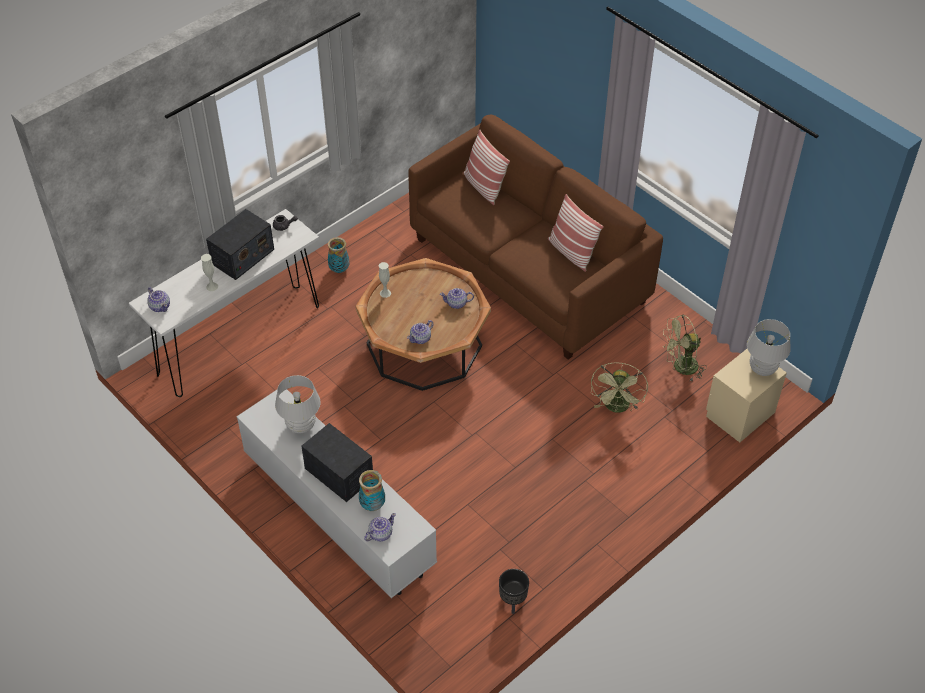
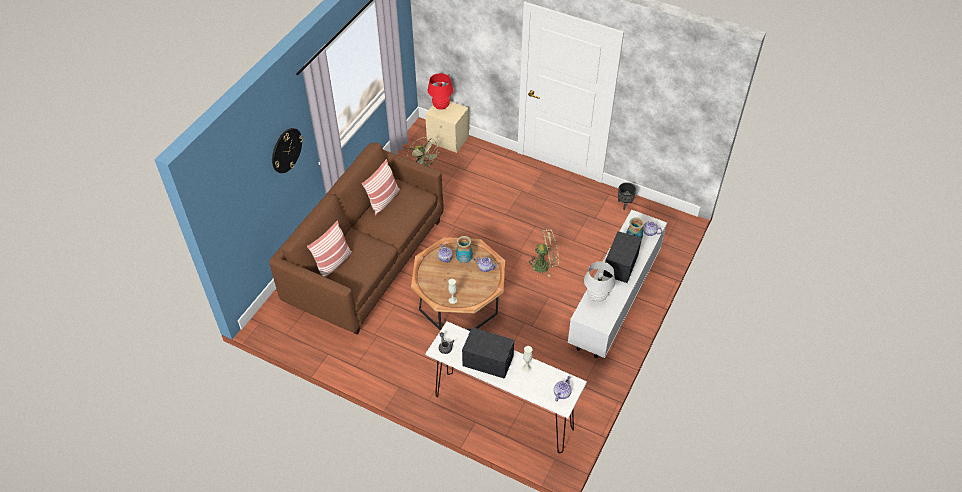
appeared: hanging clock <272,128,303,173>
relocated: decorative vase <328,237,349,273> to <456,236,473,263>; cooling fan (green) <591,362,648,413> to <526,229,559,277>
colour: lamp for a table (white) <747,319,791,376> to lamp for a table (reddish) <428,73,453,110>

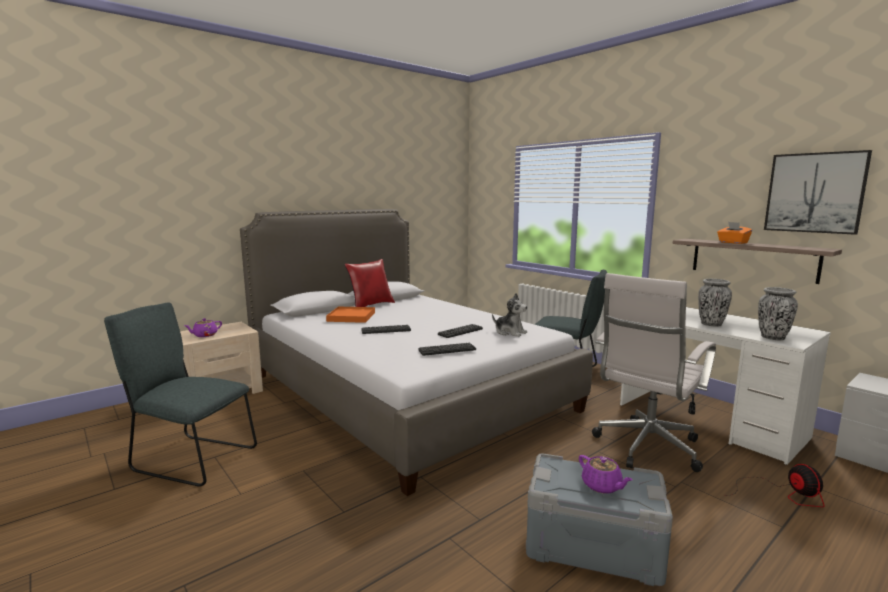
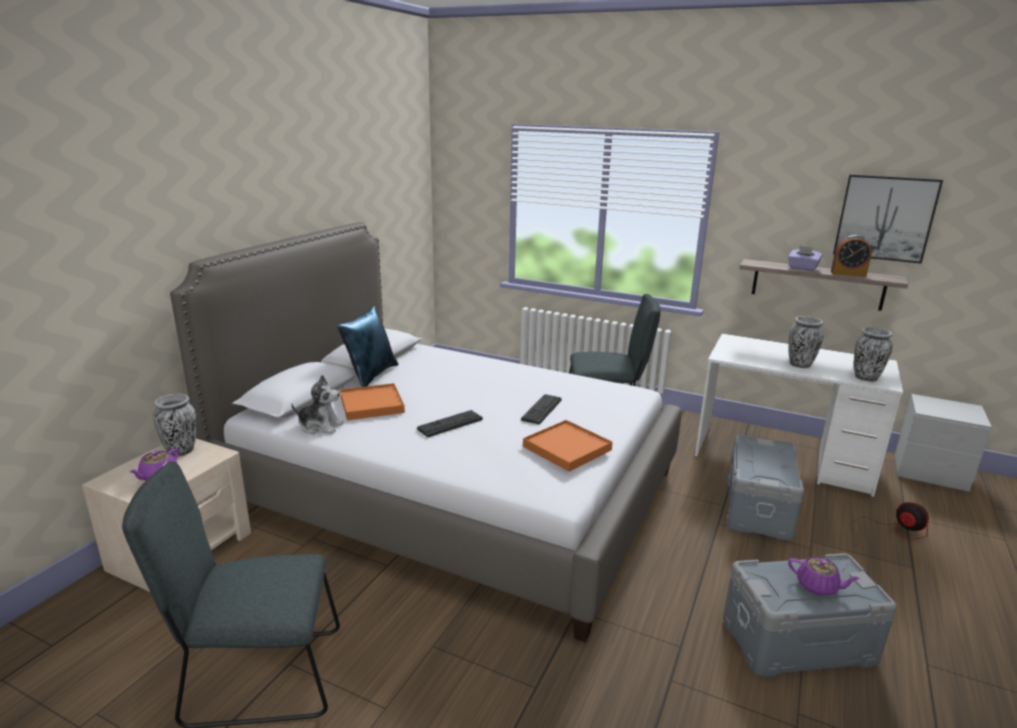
appeared: bedside clock <831,235,872,277>; decorative vase <153,393,196,457>
relocated: plush toy <492,293,527,337> to <291,375,343,434>
exchanged: desk chair (white) <592,273,716,472> to storage container (greyish) <726,434,804,541>; PC keyboard <418,343,476,356> to tray (orange-coloured) <523,420,613,472>
colour: box of tissues (orange-coloured) <717,222,752,244> to box of tissues (purplish) <788,246,823,271>; pillow (reddish) <345,259,395,307> to pillow (blue) <337,306,399,387>

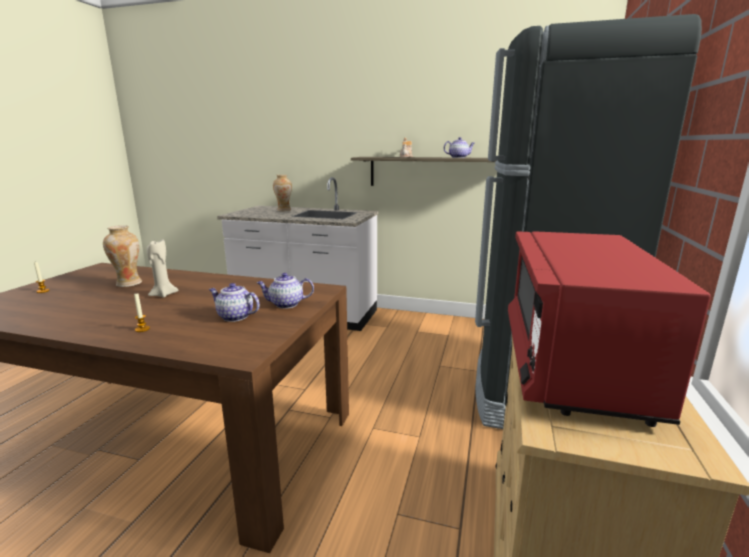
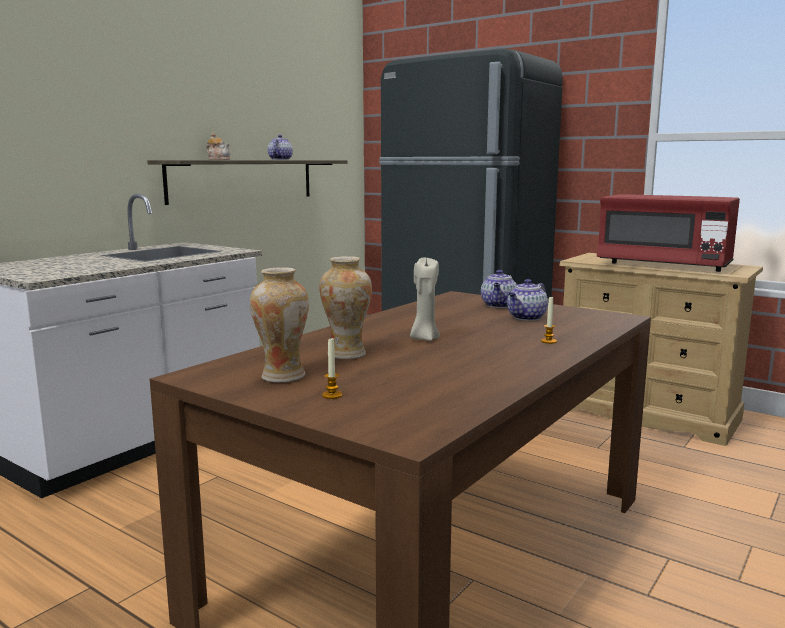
relocated: decorative vase <273,175,292,211> to <250,267,309,383>

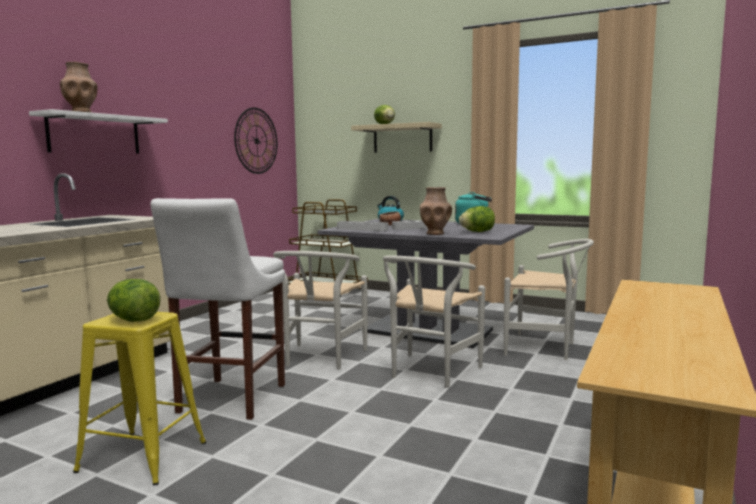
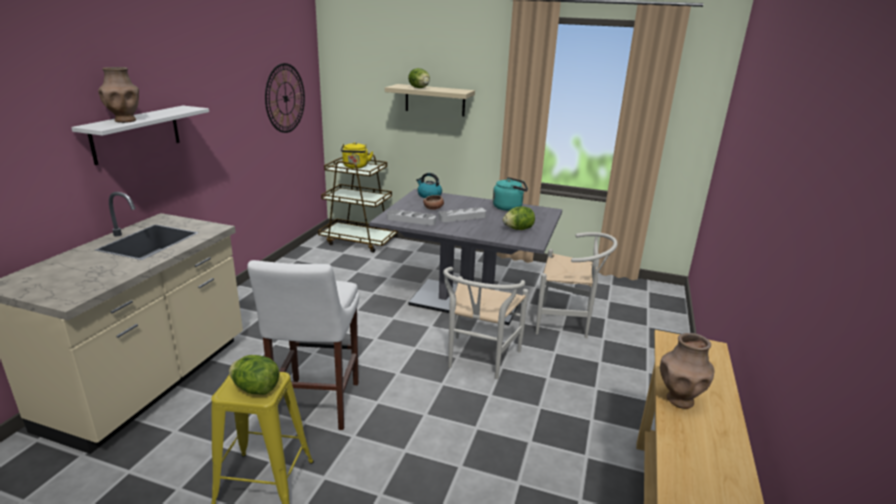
missing: chair (white) <273,251,368,370>
appeared: water kettle (yellow) <341,142,373,169>
relocated: decorative vase (brown) <420,187,452,235> to <660,333,714,409>

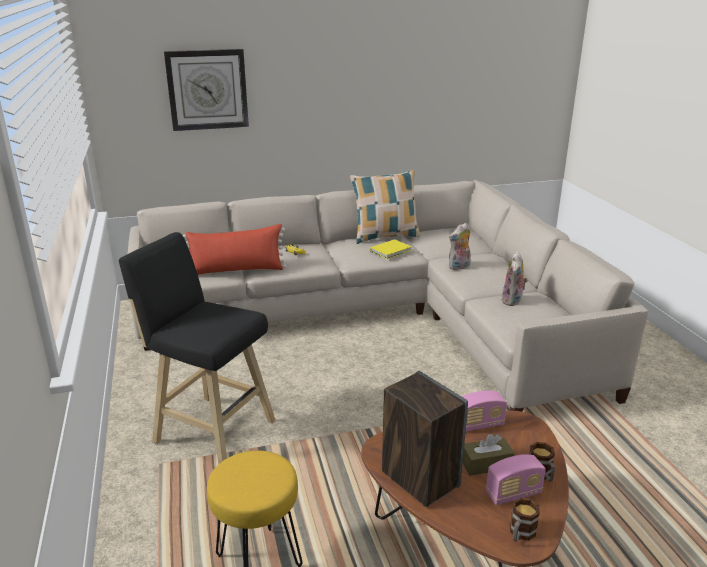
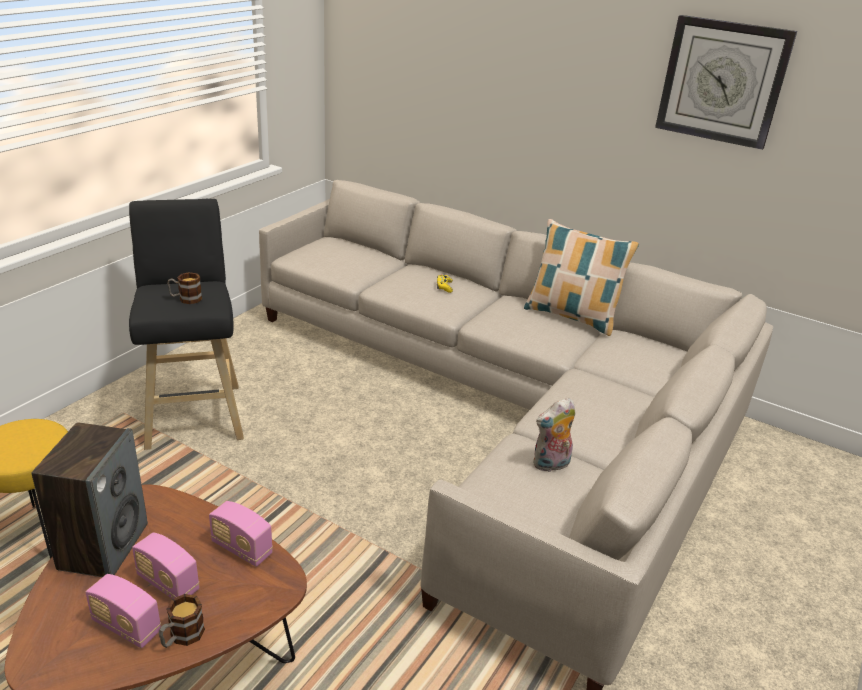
missing: plush toy <449,223,471,270>; pillow (reddish) <183,224,286,275>; volume (yellow) <370,239,412,259>
relocated: hanging clock <164,49,249,131> to <655,15,797,150>; tea mug <510,497,540,541> to <167,272,202,304>
exchanged: box of tissues (brown) <463,434,515,476> to radio receiver <132,532,199,599>

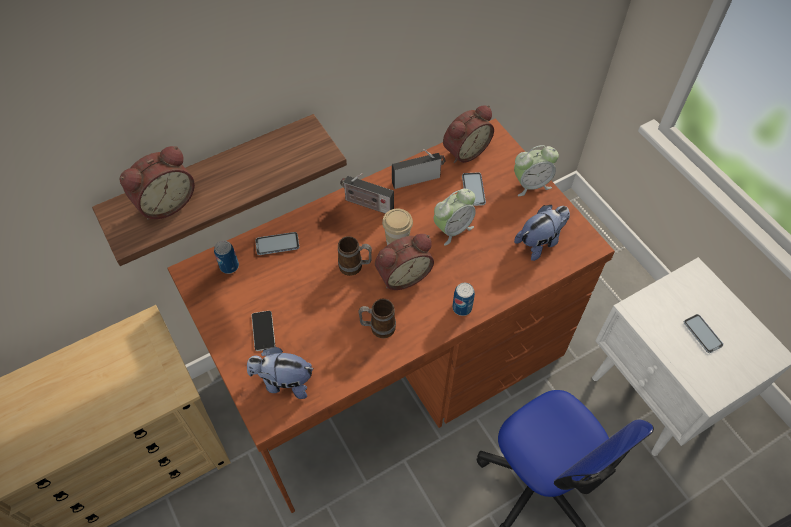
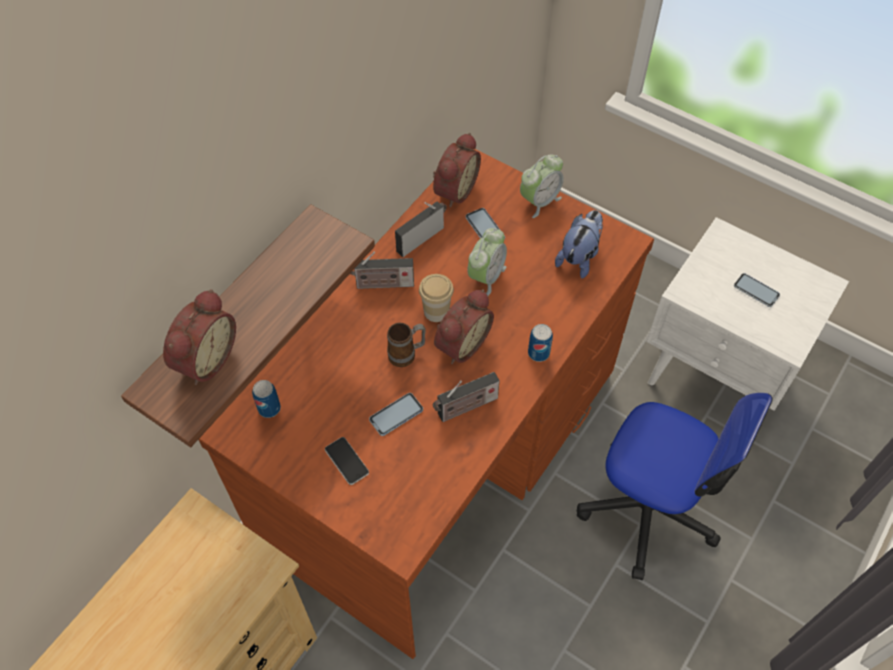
missing: plush toy <247,346,314,399>
relocated: phone <255,232,299,255> to <369,393,423,436>
exchanged: tea mug <358,299,396,338> to radio receiver <433,372,500,422>

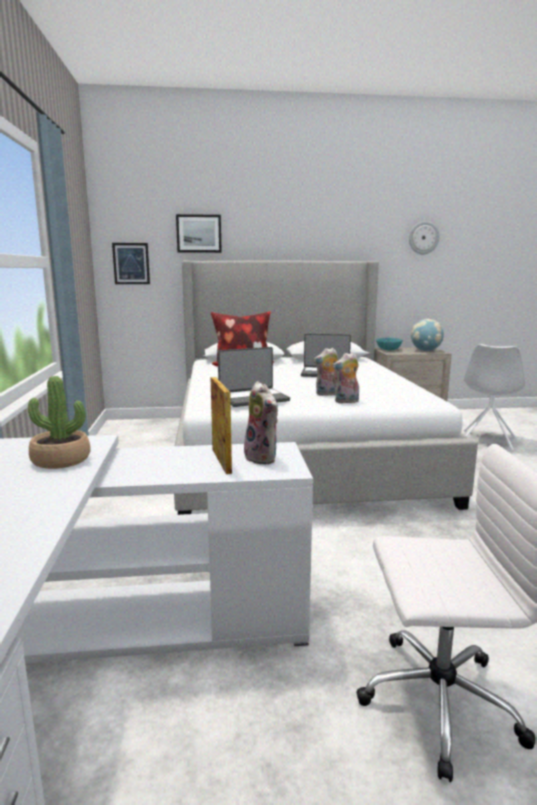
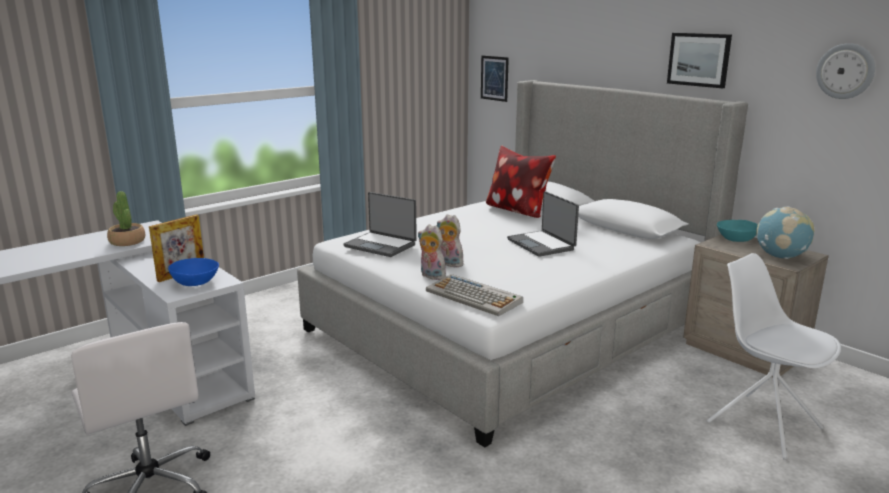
appeared: PC keyboard <426,274,523,316>
relocated: picture <176,214,222,253> to <667,33,732,88>
exchanged: plush toy <242,381,278,464> to deep dish (blue) <168,258,219,286>
spun: chair (white) <464,344,525,451> = <707,253,841,460> 60 degrees clockwise

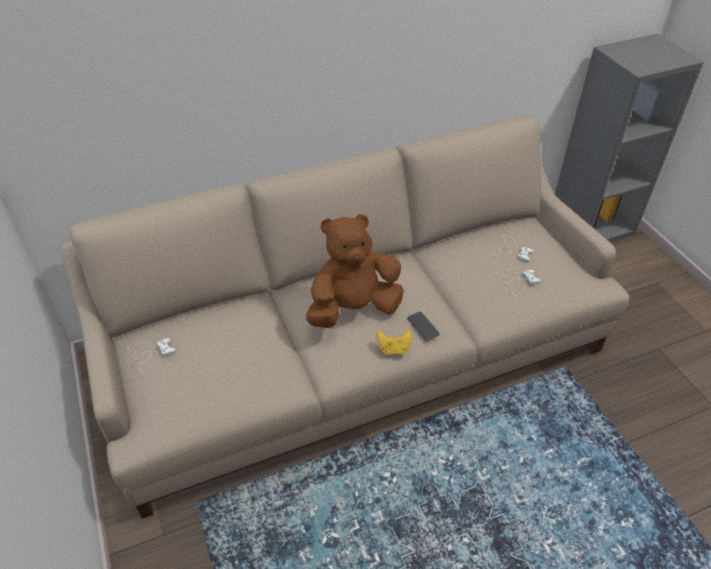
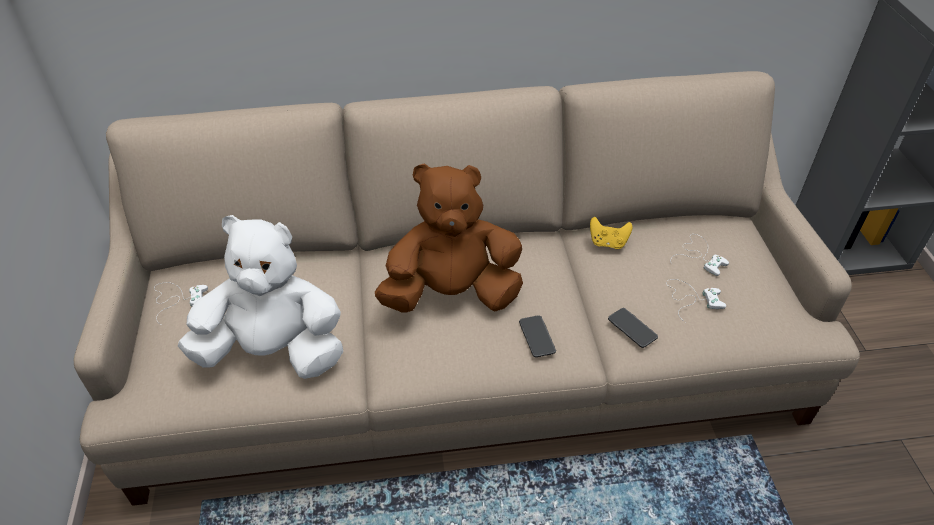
appeared: plush toy (white) <178,215,344,379>; phone <608,308,658,348>
relocated: gamepad (yellow) <377,330,412,355> to <590,217,633,249>

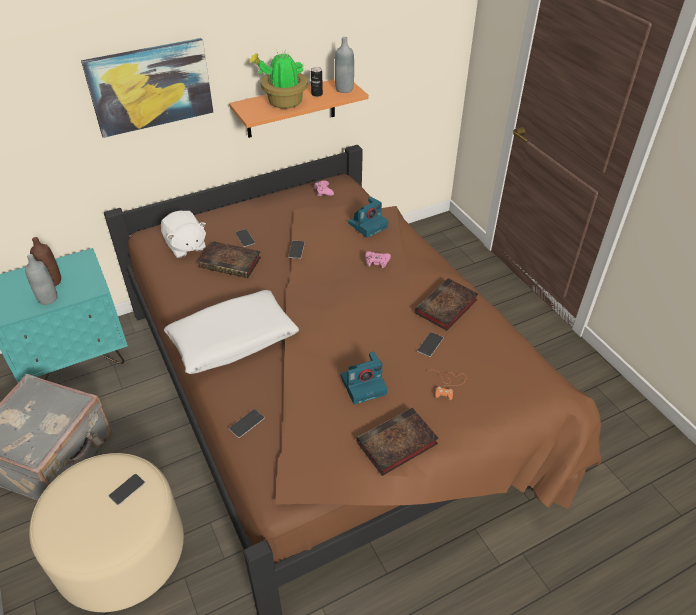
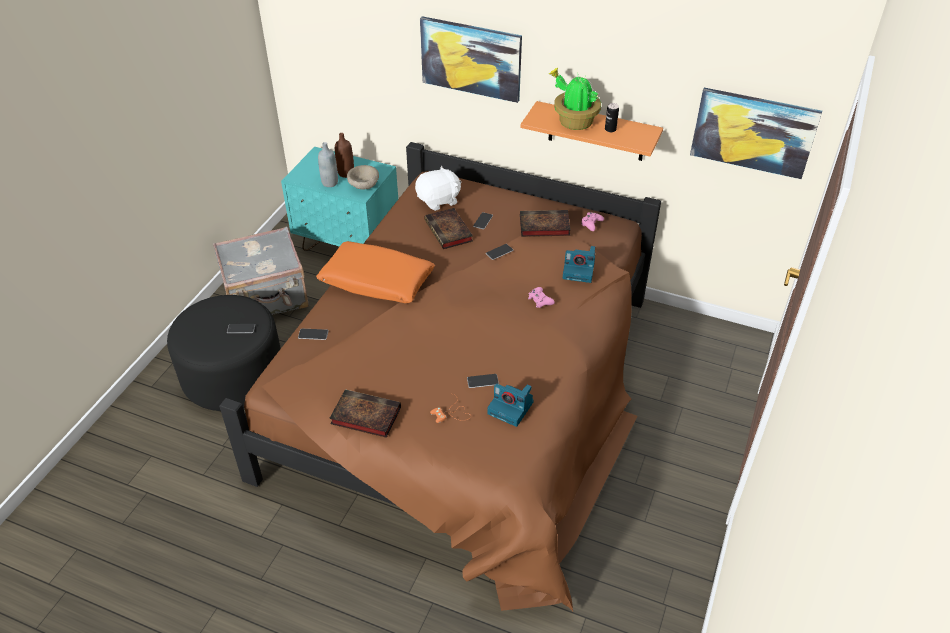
missing: beverage bottle (greyish) <335,37,354,93>
appeared: picture <690,88,822,179>; deep dish (beige) <347,165,379,189>
relocated: volume <415,278,478,331> to <520,210,571,237>; photo camera <341,351,387,404> to <487,384,534,427>
colour: pillow (white) <164,290,299,374> to pillow (orange-coloured) <316,241,435,303>; ottoman (beige) <29,453,184,612> to ottoman (black) <167,295,281,411>
spun: plush toy (white) <161,210,206,258> = <415,166,462,211> 135 degrees counterclockwise

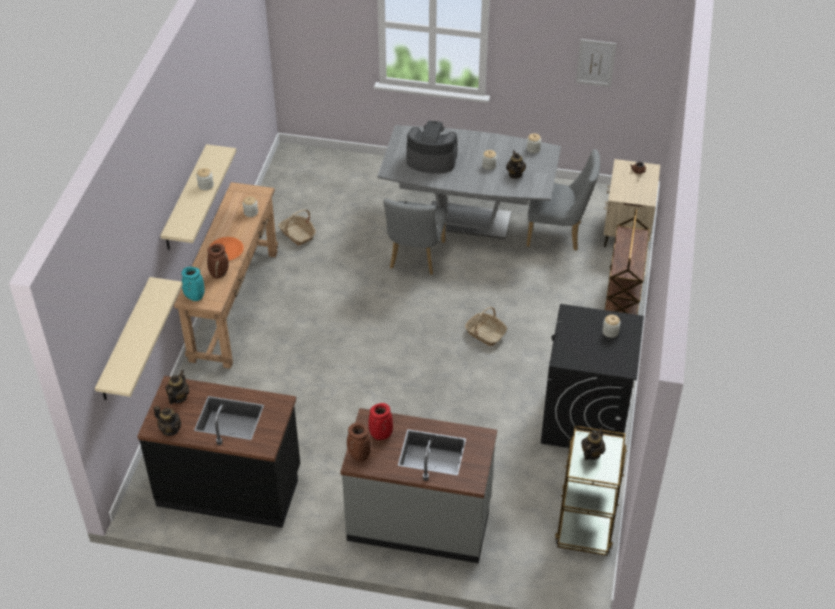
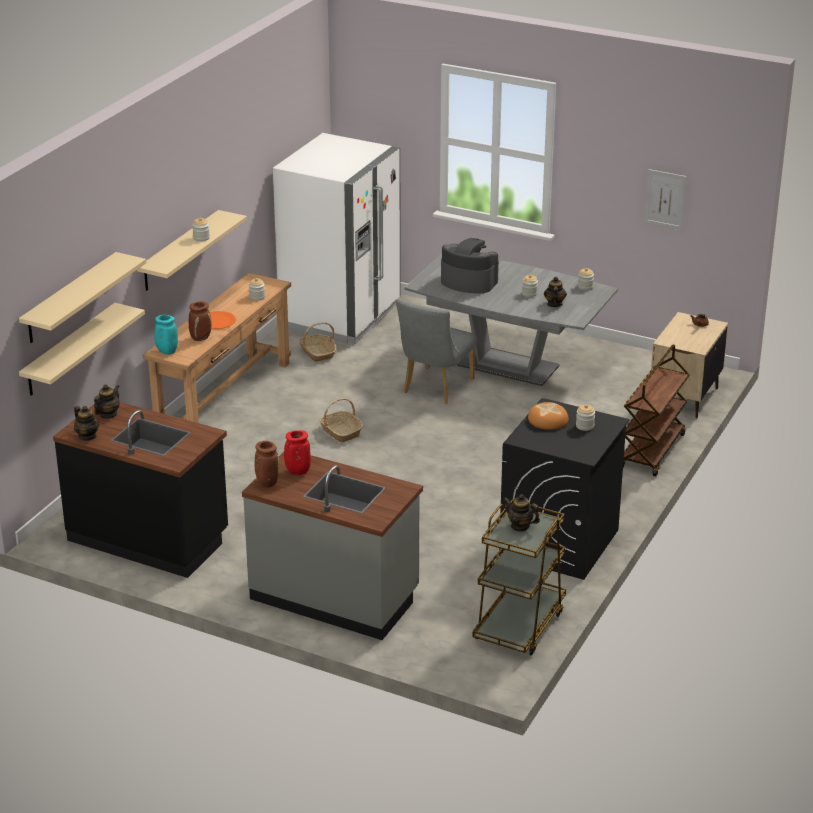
missing: chair (greyish) <526,149,600,251>
appeared: fridge (white) <273,133,401,344>; wall shelf (beige) <19,252,146,343>; baked bread <528,402,569,430>
relocated: household basket <465,307,507,346> to <319,398,363,443>
spun: pot for tea <581,427,605,460> = <504,494,540,532> 105 degrees counterclockwise

